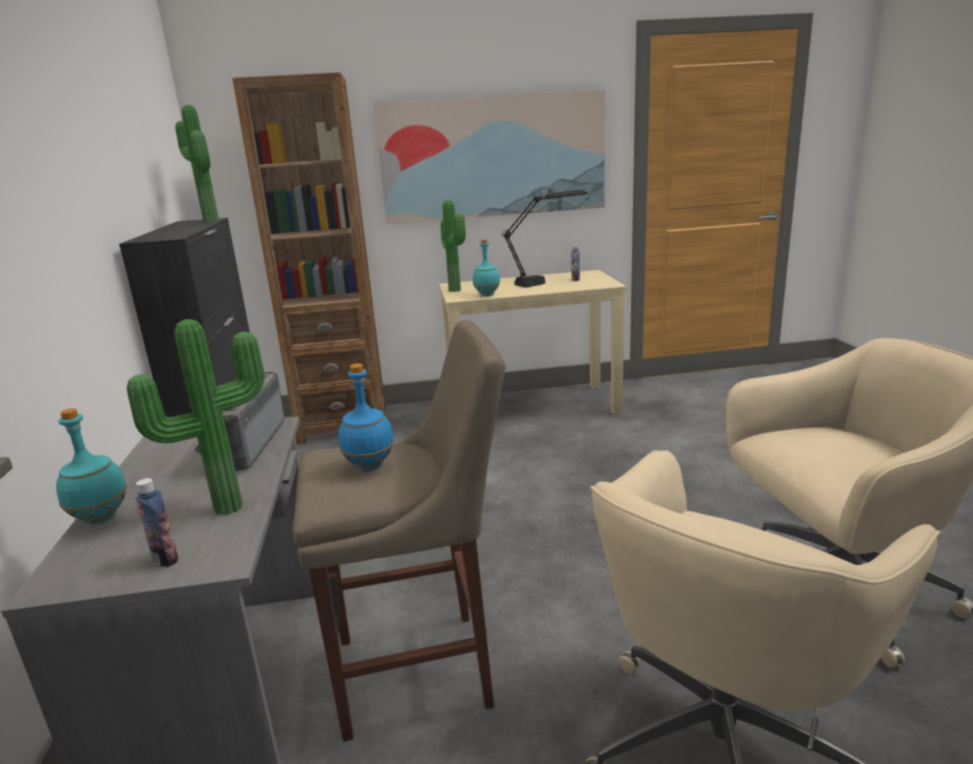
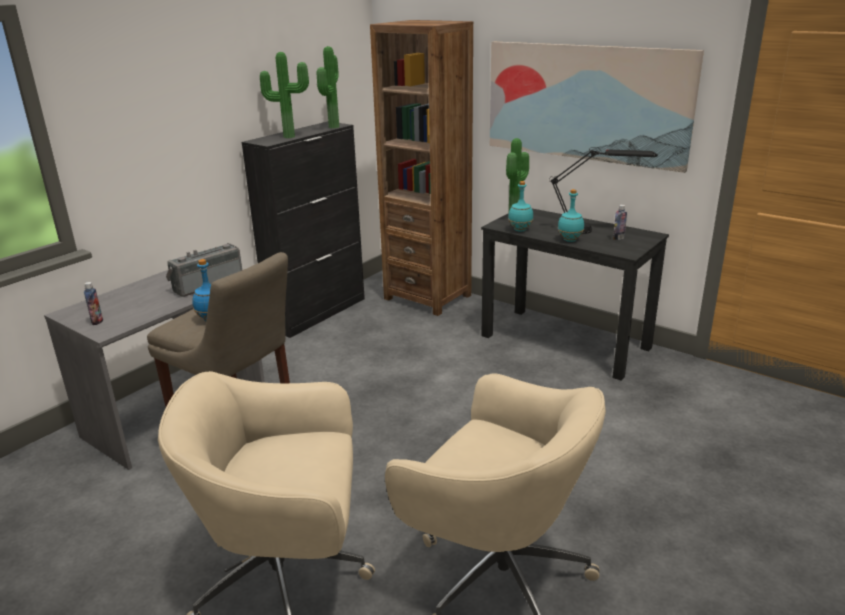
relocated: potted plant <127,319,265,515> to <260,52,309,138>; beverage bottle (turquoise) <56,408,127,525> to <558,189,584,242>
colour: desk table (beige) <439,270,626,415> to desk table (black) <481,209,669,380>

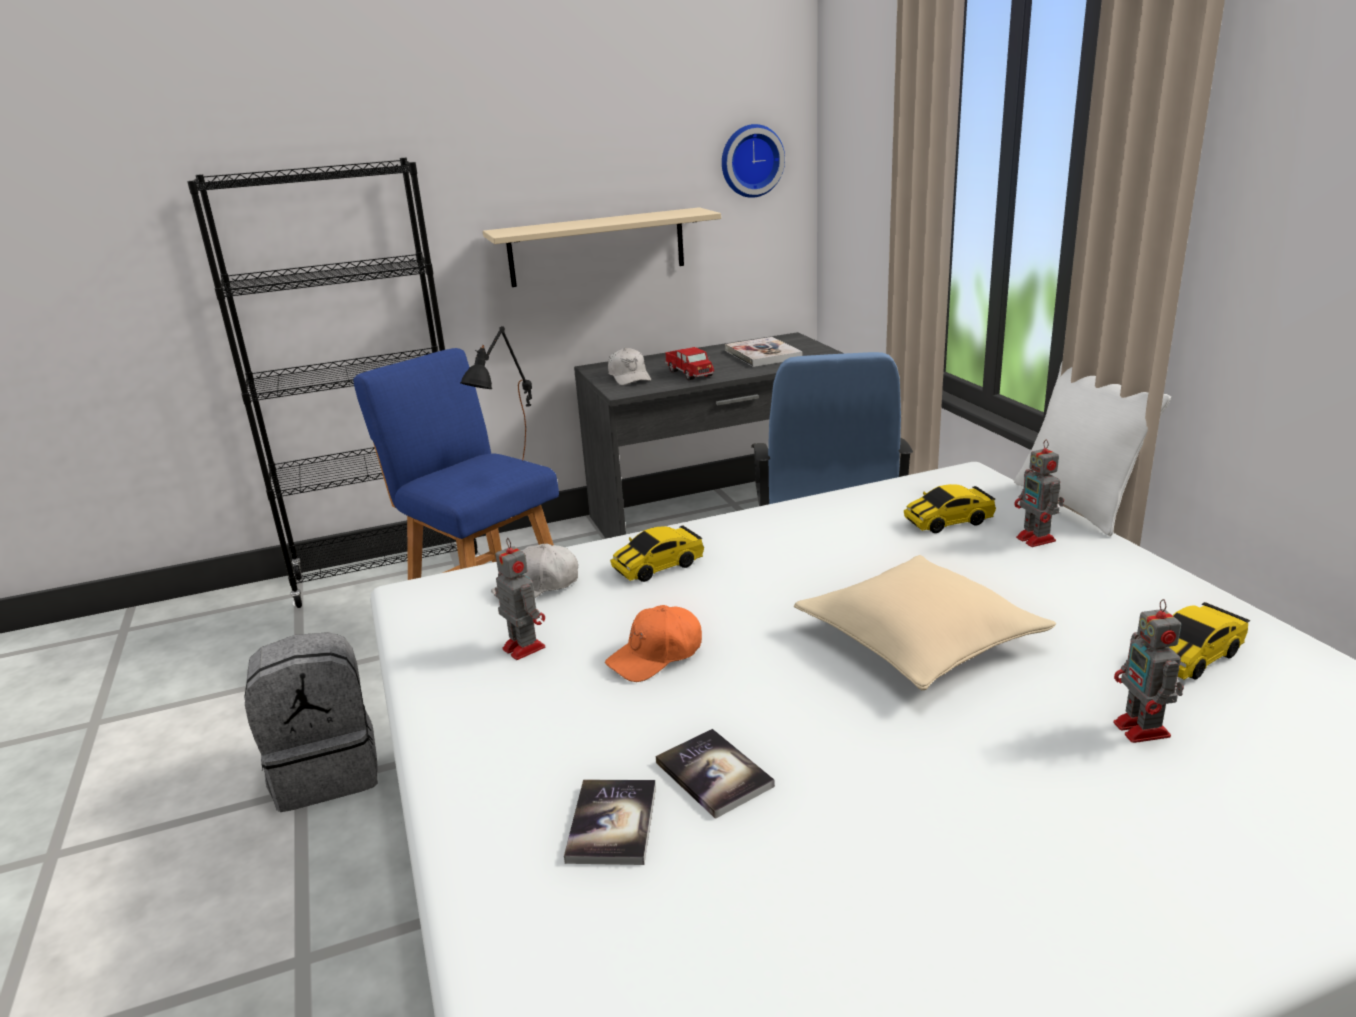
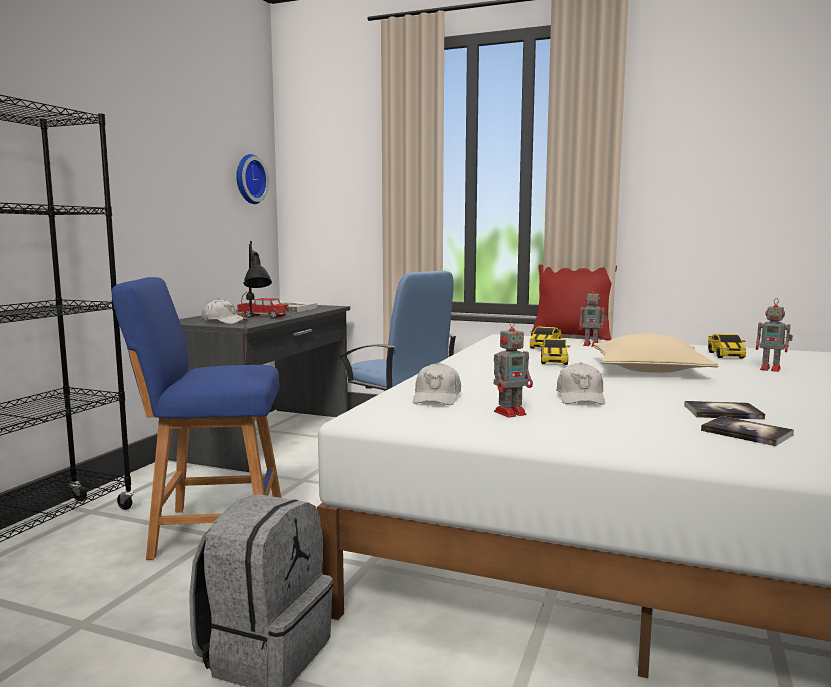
missing: wall shelf (beige) <483,207,721,287>
relocated: toy car <610,525,704,582> to <540,338,570,365>
colour: pillow (white) <1014,363,1171,536> to pillow (reddish) <531,264,617,340>; peaked cap (orange-coloured) <605,605,702,682> to peaked cap (white) <556,362,605,405>
spun: robot figure <495,538,545,660> = <494,319,533,418> 150 degrees clockwise

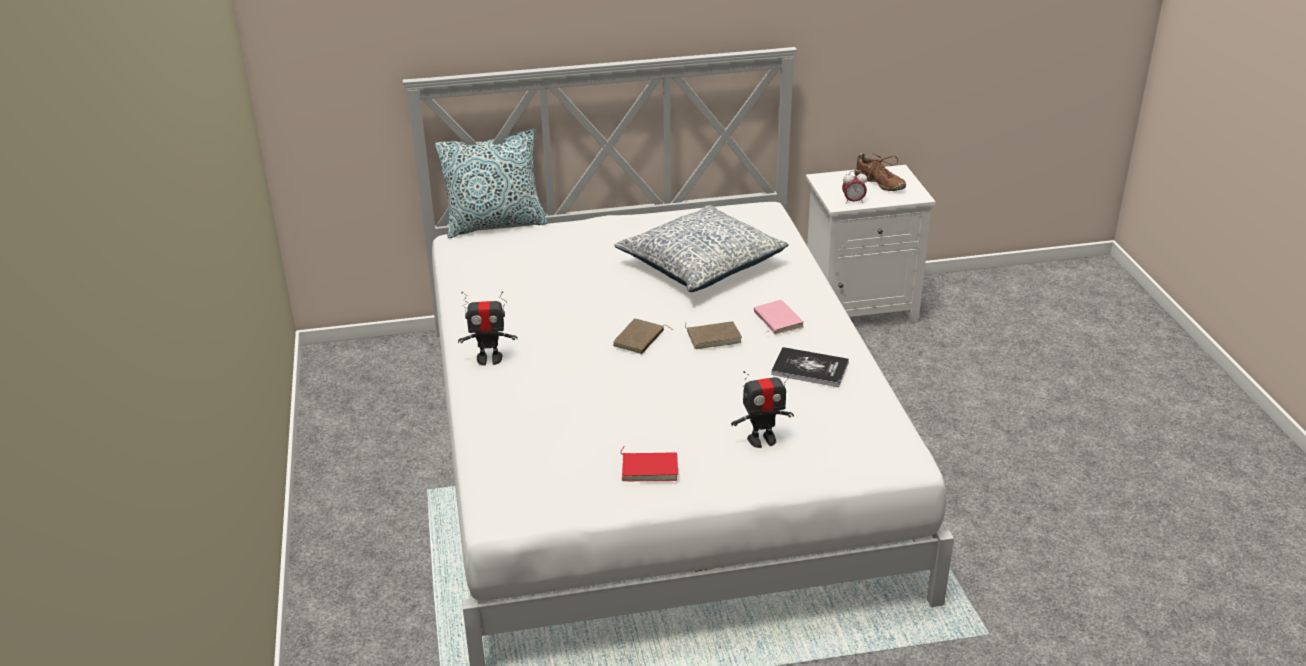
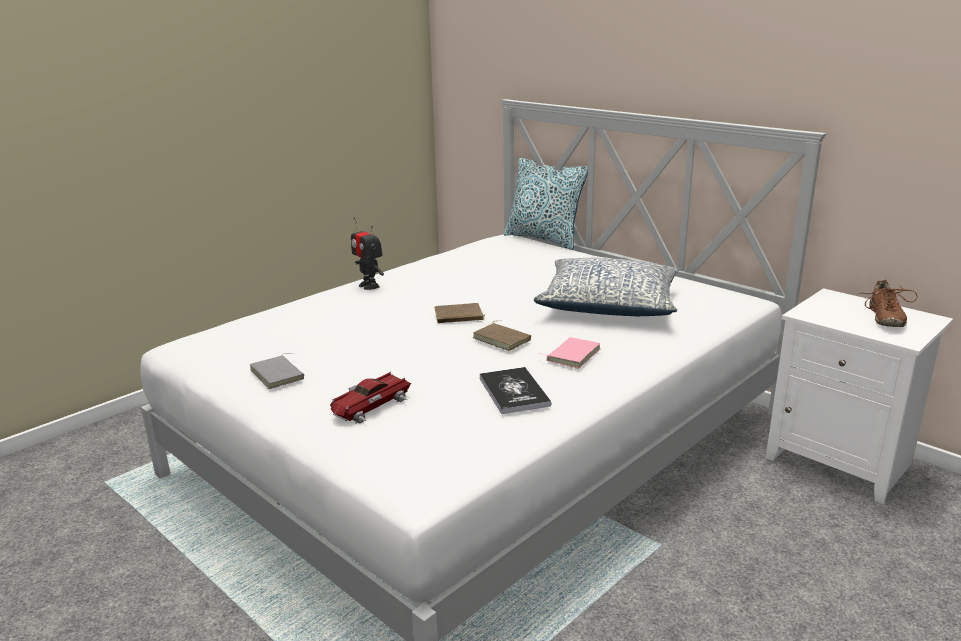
missing: bedside clock <842,171,867,204>
exchanged: robot figure <731,367,794,448> to toy car <330,372,411,424>
colour: volume (reddish) <620,446,678,481> to volume (greyish) <250,353,304,389>

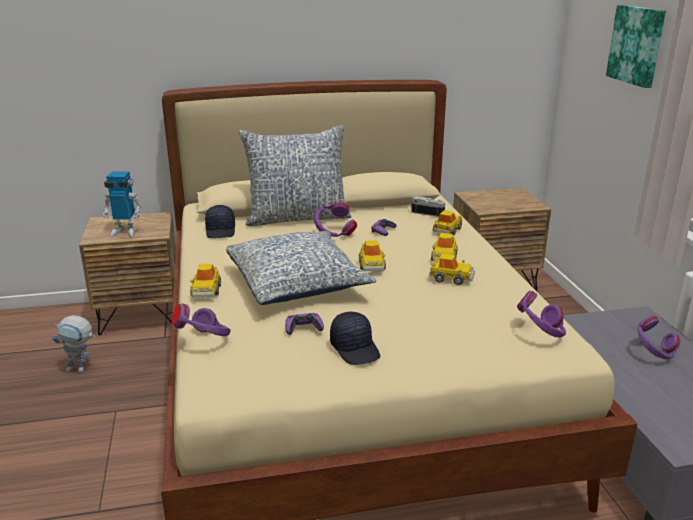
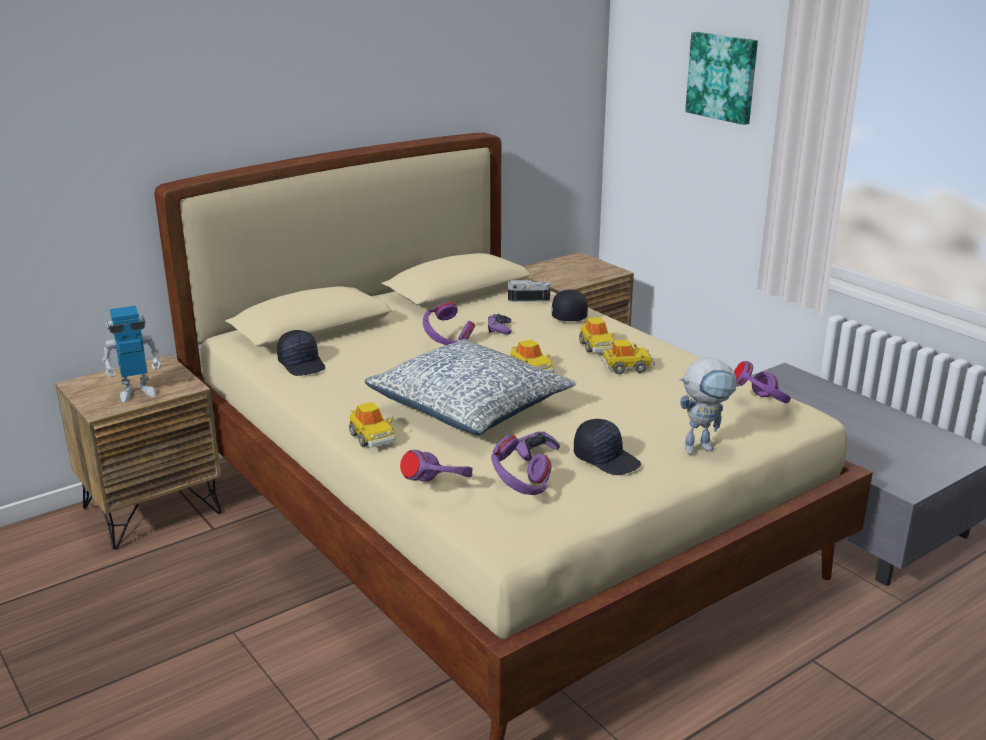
missing: pillow <239,125,352,226>
relocated: robot figure <52,315,95,373> to <679,358,739,454>; headphones (purplish) <637,315,680,359> to <491,435,551,495>
exchanged: toy car <433,211,462,235> to peaked cap (black) <552,289,588,321>

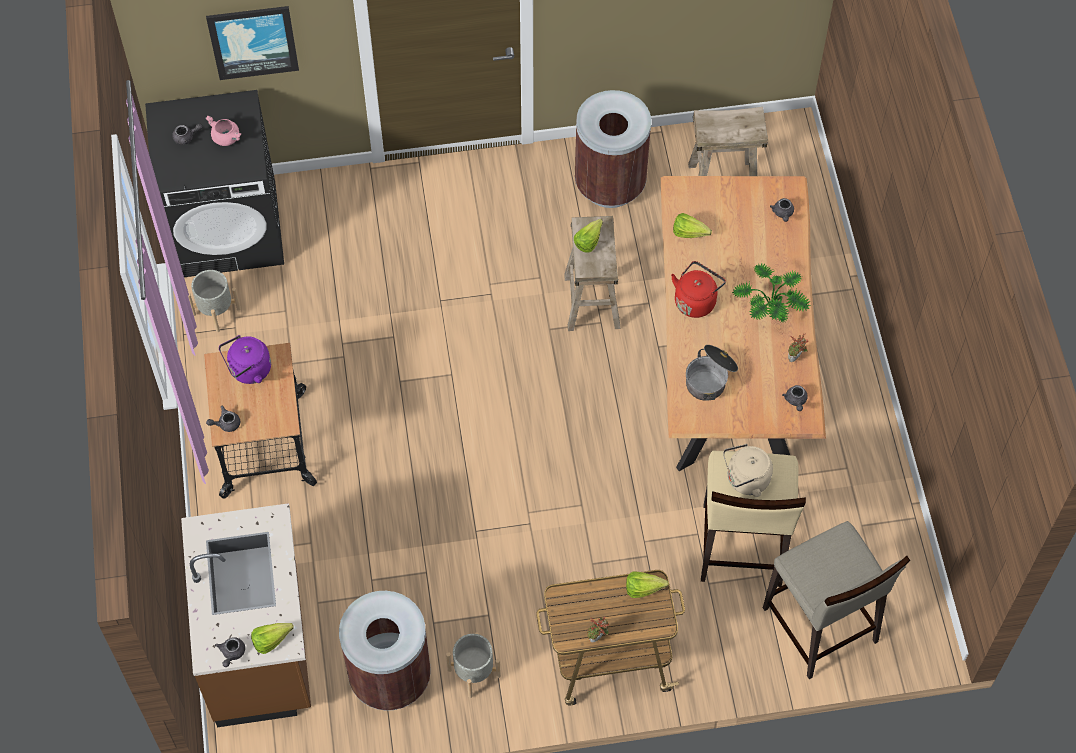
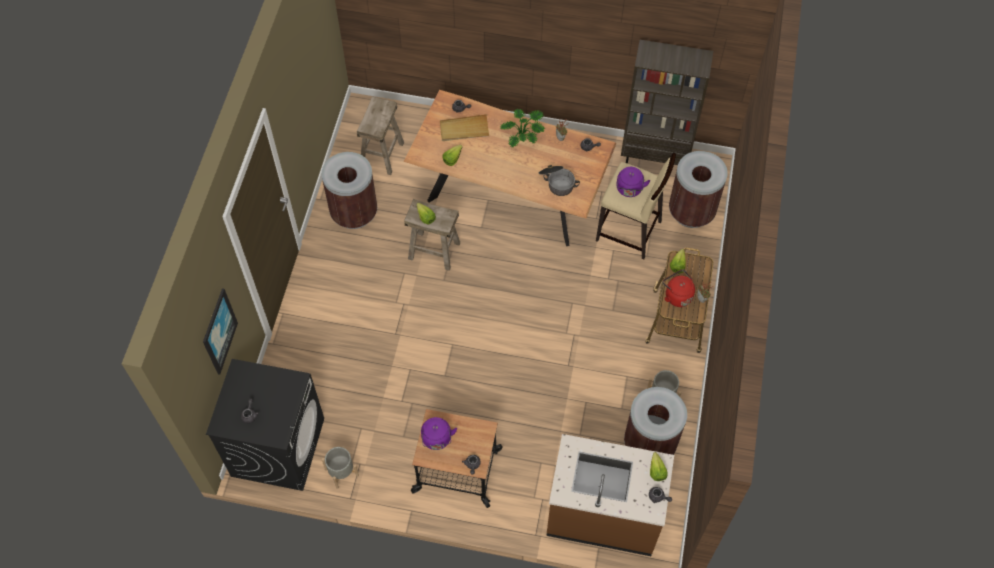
missing: cooking pot (pinkish) <205,116,242,146>
appeared: shelving unit (brown) <621,40,713,165>; tray (beige) <440,114,490,141>
relocated: water kettle (reddish) <671,261,726,318> to <662,269,695,307>
exchanged: sitting stool (beige) <763,521,910,679> to trash can (brown) <669,151,728,228>
colour: water kettle (beige) <723,444,773,497> to water kettle (purplish) <616,167,650,197>

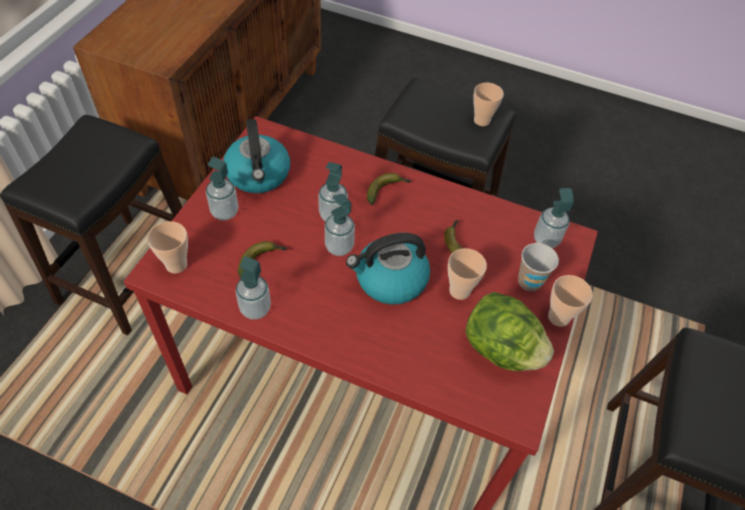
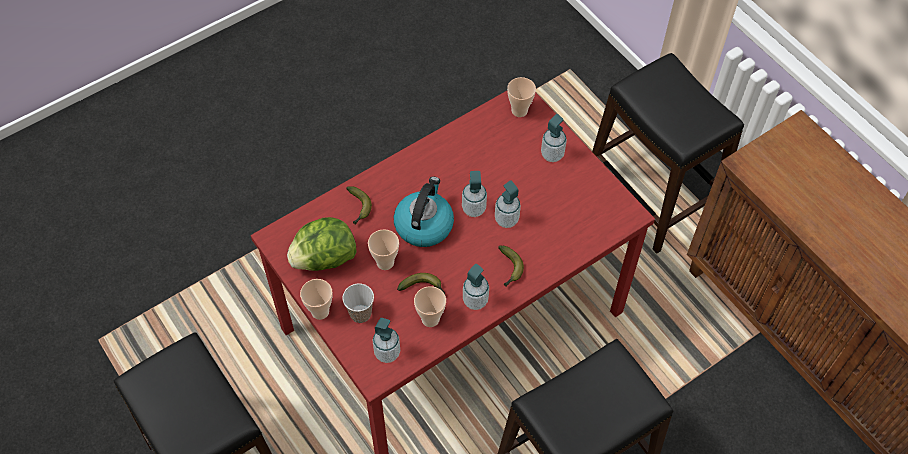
missing: water kettle <223,119,290,193>
relocated: drinking cup <473,83,504,126> to <414,286,446,327>; banana <238,241,287,278> to <347,186,372,224>; liquid soap bottle <235,256,271,320> to <463,264,489,310>

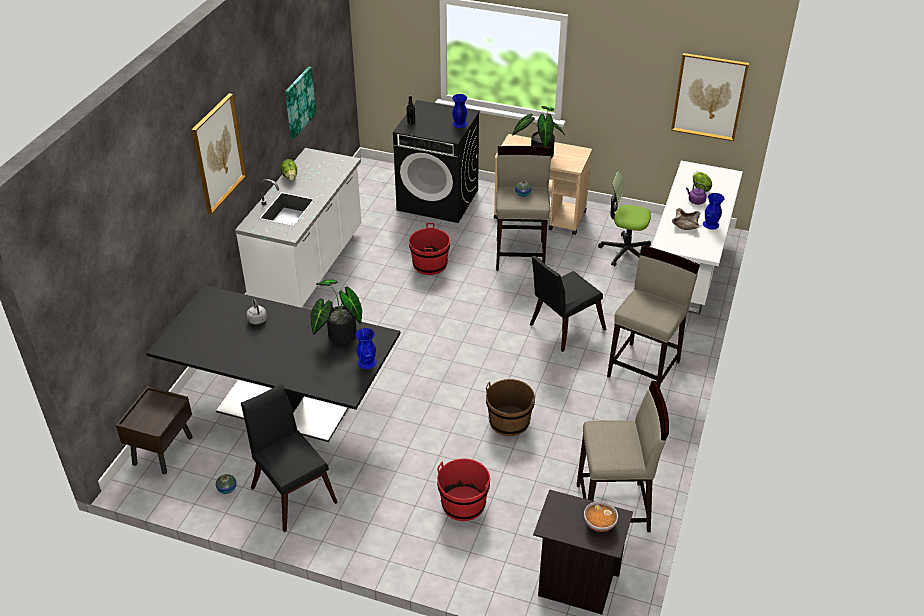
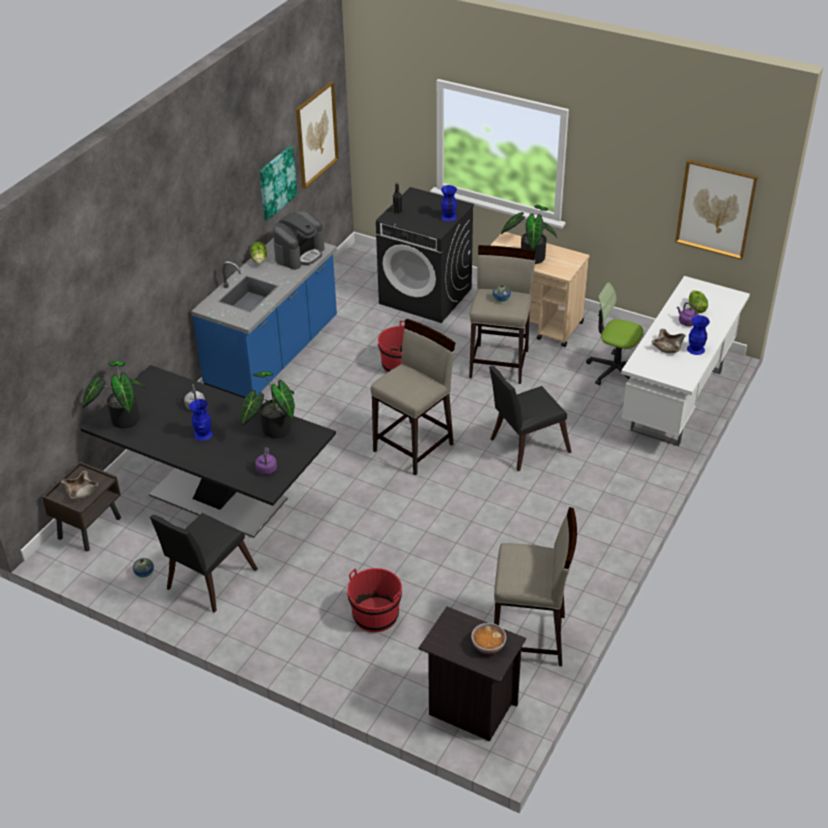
missing: pail (brown) <486,379,536,436>
appeared: coffee brewer <273,211,324,270>; potted plant <82,361,147,428>; water kettle (purplish) <255,447,277,475>; deep dish (beige) <61,470,98,499>
relocated: picture <192,93,246,214> to <296,82,339,189>; sitting stool (beige) <607,245,700,388> to <371,319,455,476>; decorative vase (blue) <355,328,377,369> to <189,399,213,441>
colour: kitchen counter (white) <235,148,362,308> to kitchen counter (blue) <191,238,337,398>
spun: chair (black) <241,383,338,532> = <150,513,258,613> 120 degrees counterclockwise

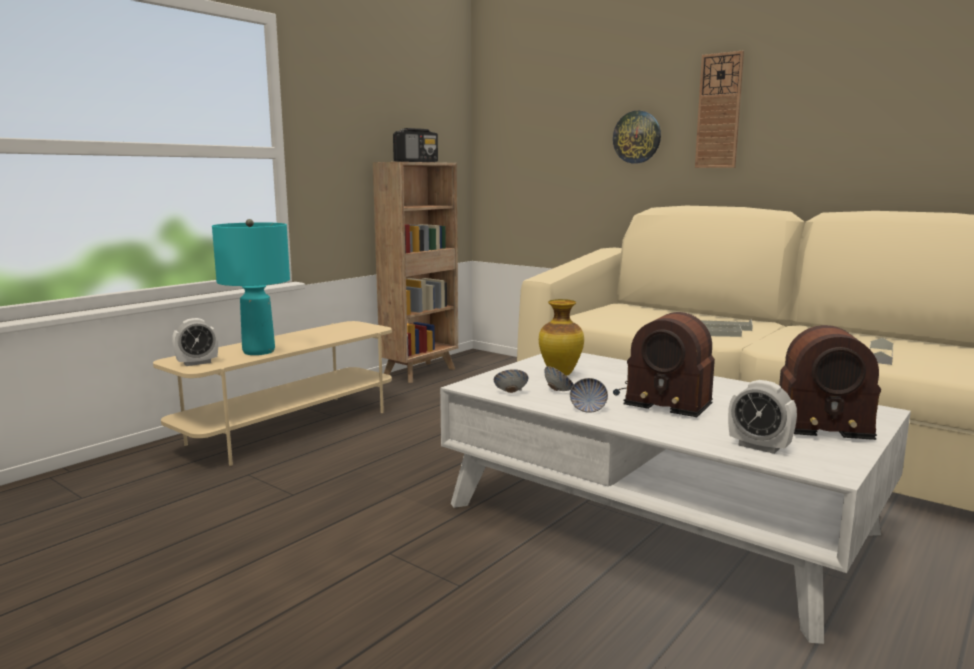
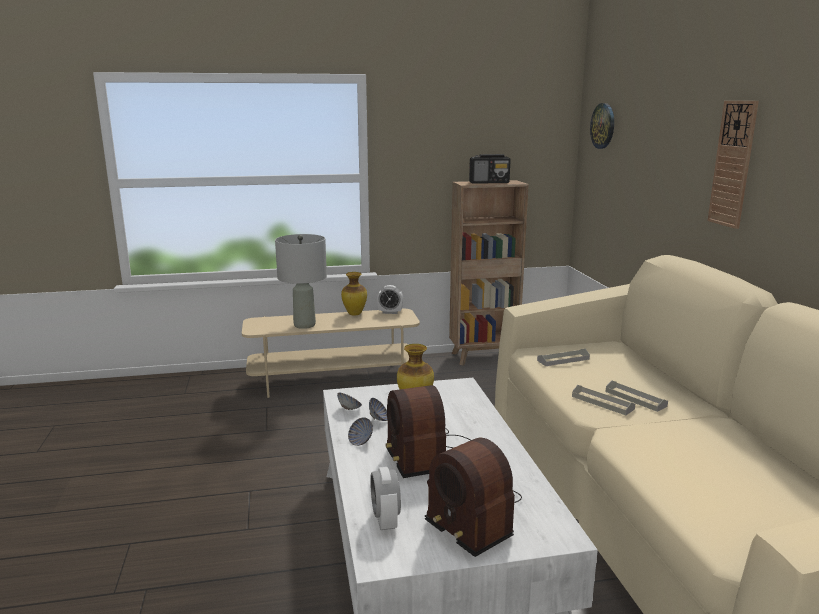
appeared: decorative vase <341,272,367,316>
relocated: hanging clock <613,111,661,163> to <590,103,614,149>; bedside clock <172,318,218,366> to <377,285,403,314>; tray (greyish) <869,338,894,365> to <537,348,590,366>
colour: lamp for a table (turquoise) <212,219,290,355> to lamp for a table (greyish) <275,234,327,329>

